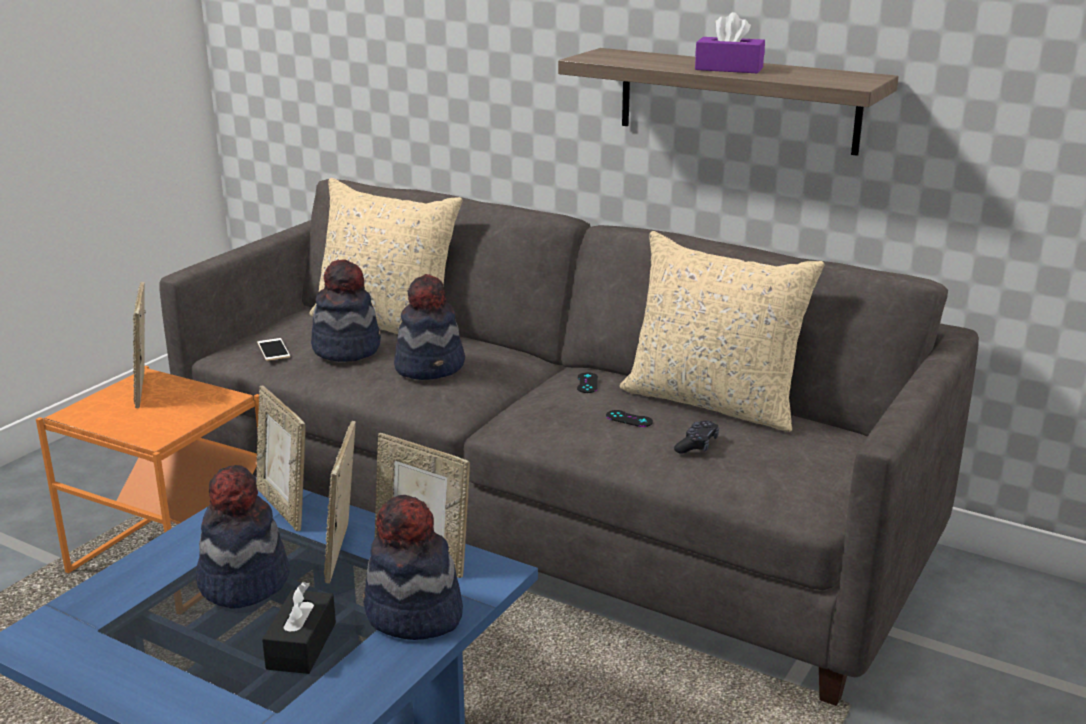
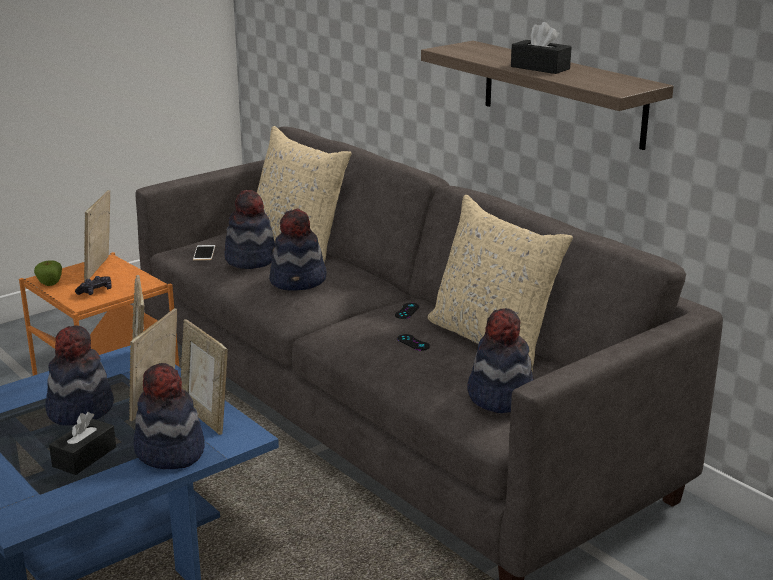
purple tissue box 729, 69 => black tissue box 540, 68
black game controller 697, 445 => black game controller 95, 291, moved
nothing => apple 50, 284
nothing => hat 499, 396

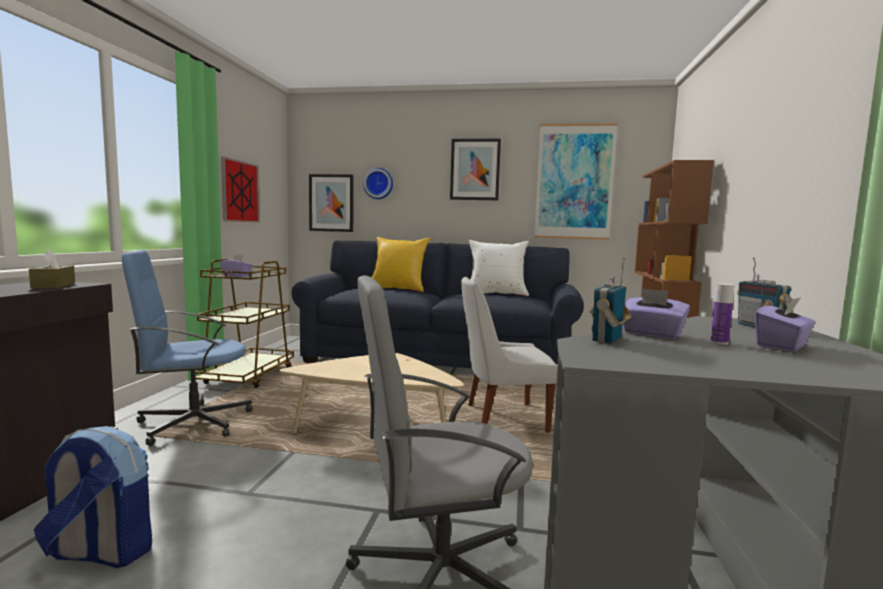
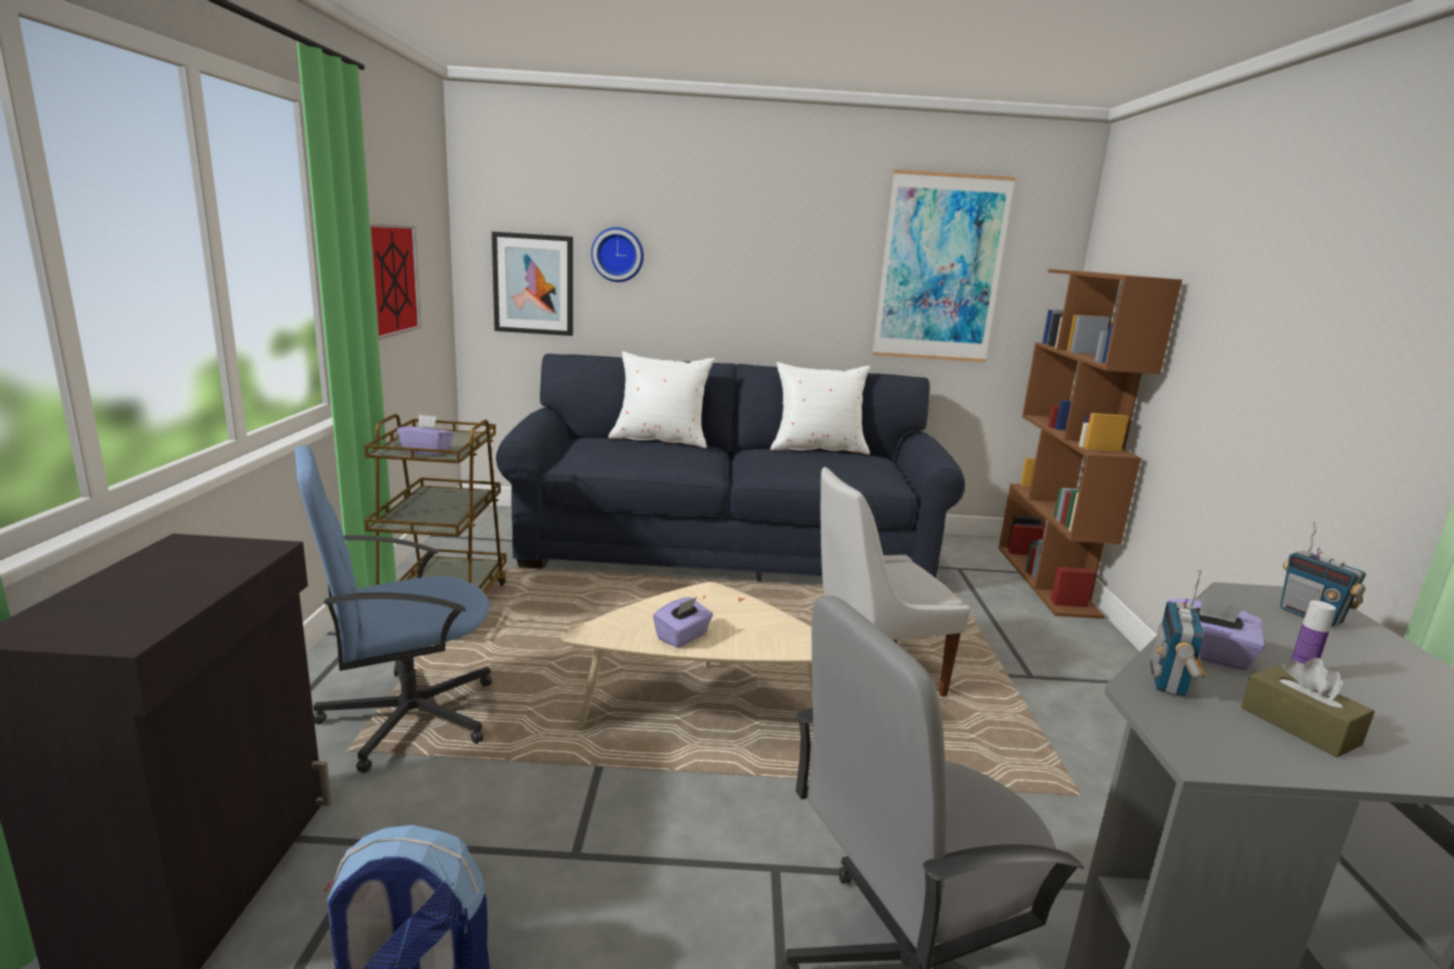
picture 475, 169 => nothing
yellow pillow 397, 289 => white pillow 660, 440
brown tissue box 53, 285 => brown tissue box 1299, 726, moved
purple tissue box 782, 346 => purple tissue box 682, 636, moved

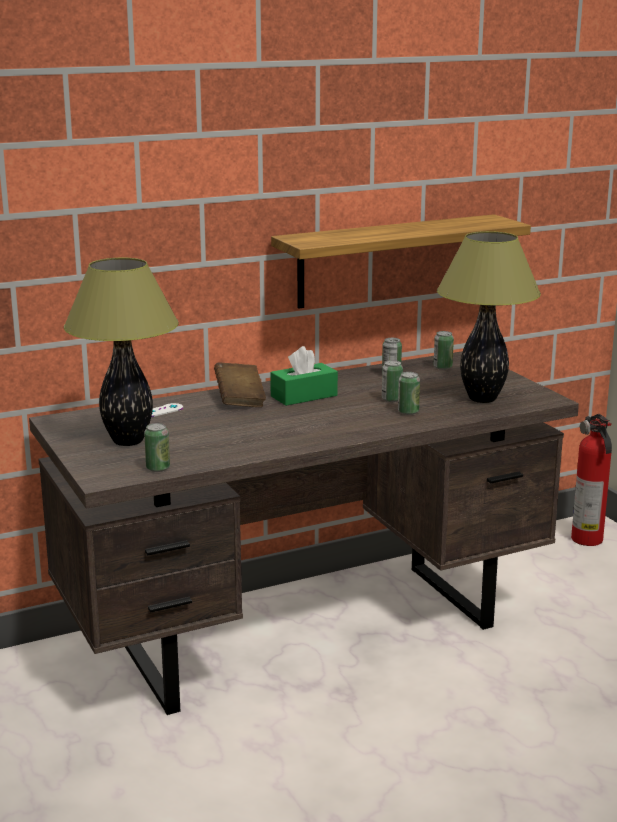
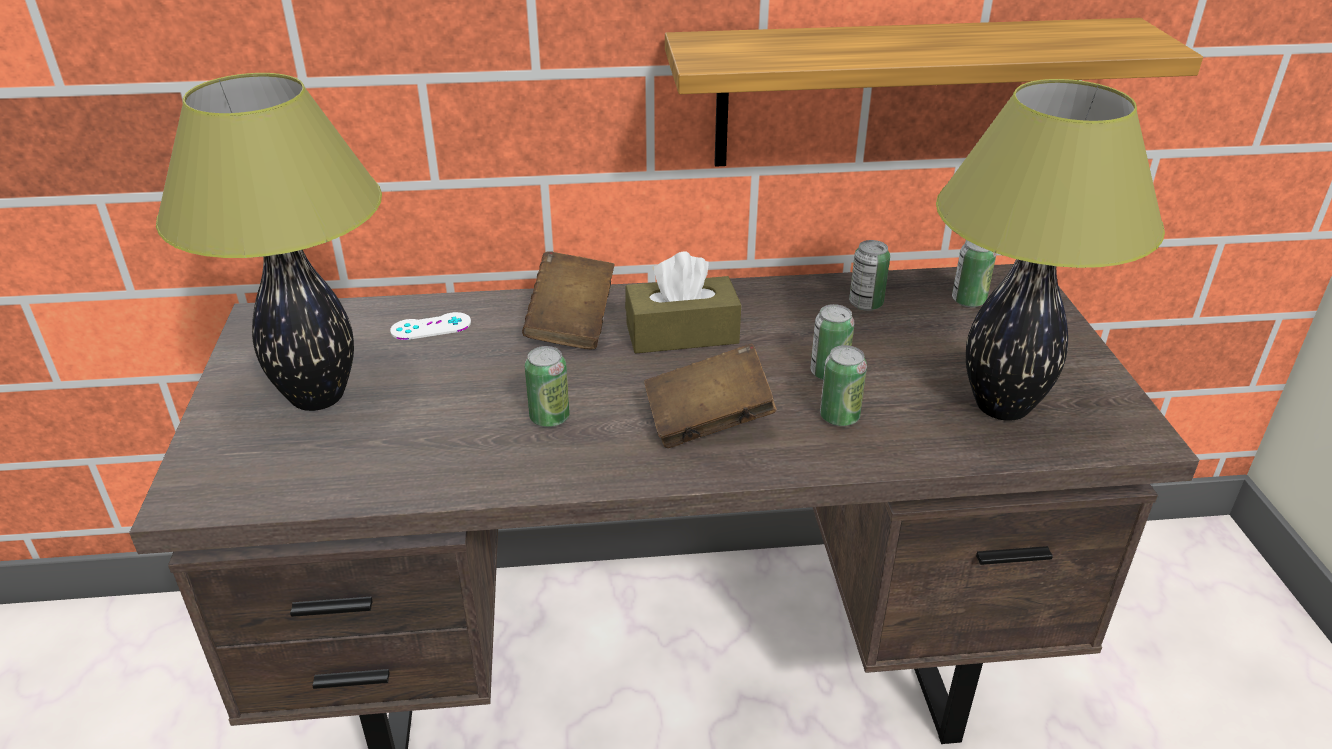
green tissue box 304, 396 => brown tissue box 682, 333
fire extinguisher 588, 540 => nothing
can 158, 468 => can 549, 418, moved
nothing => brown book 708, 421

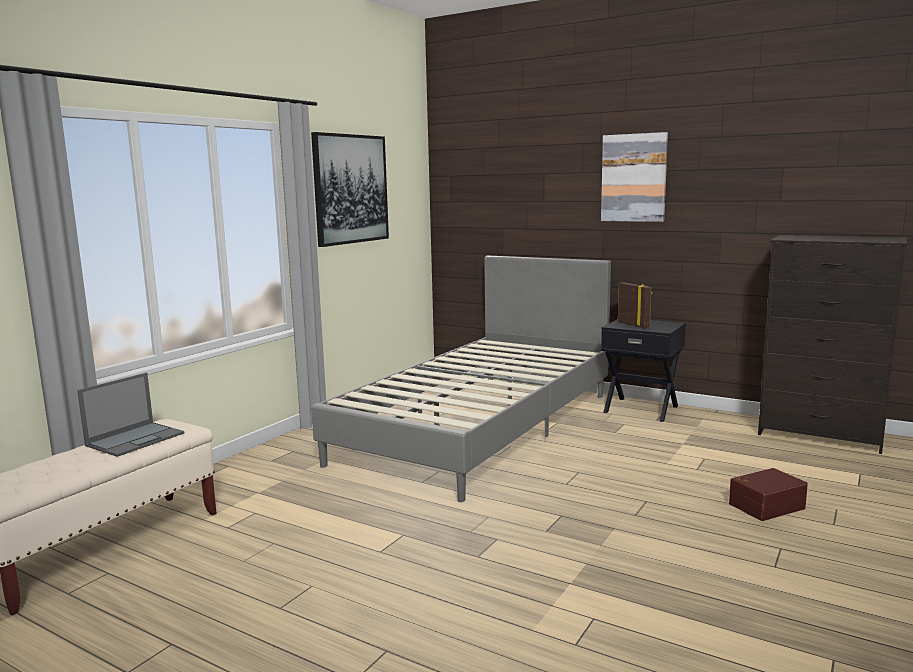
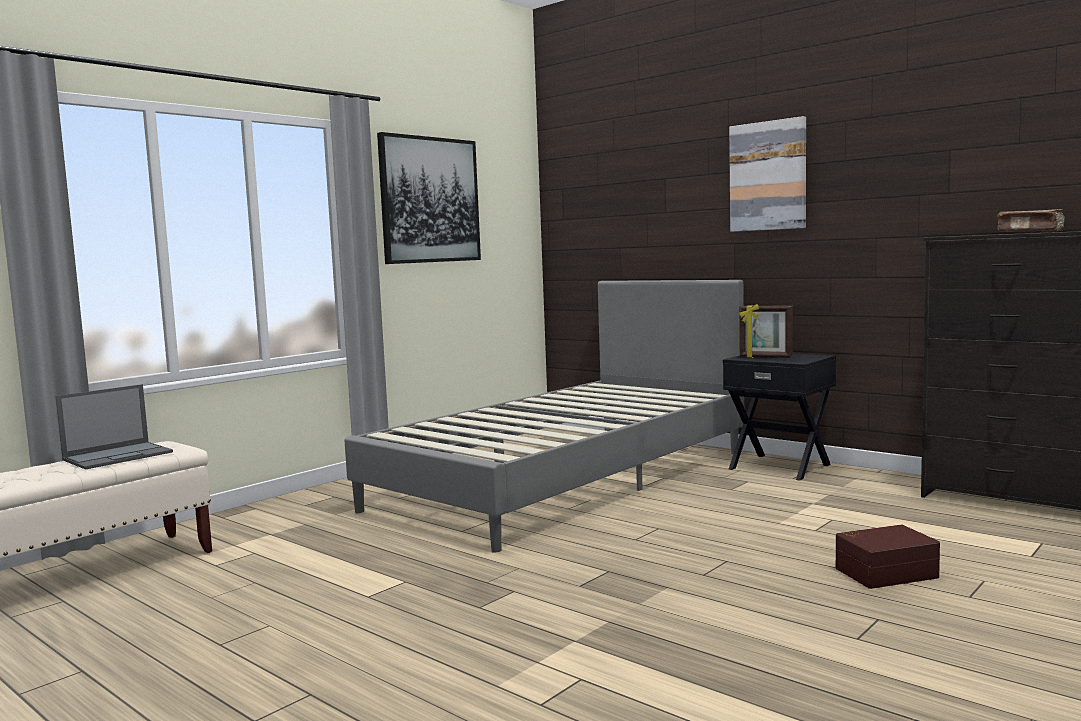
picture frame 634, 325 => picture frame 765, 357, 135 degrees clockwise
nothing => brown book 1031, 232

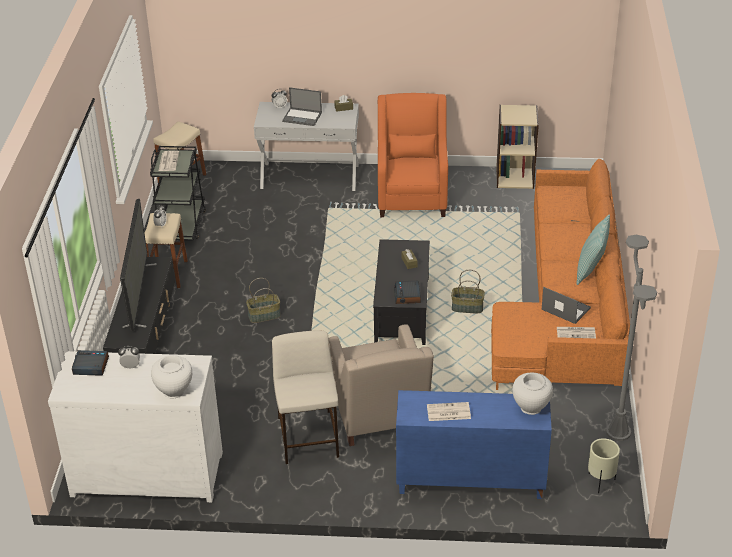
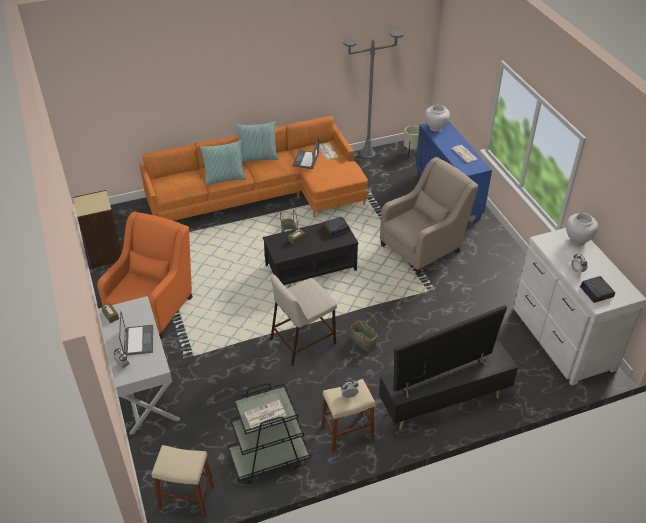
orange armchair 412, 196 => orange armchair 153, 307, 135 degrees clockwise
beige stool 308, 437 => beige stool 303, 340, moved
nothing => pillow 224, 178

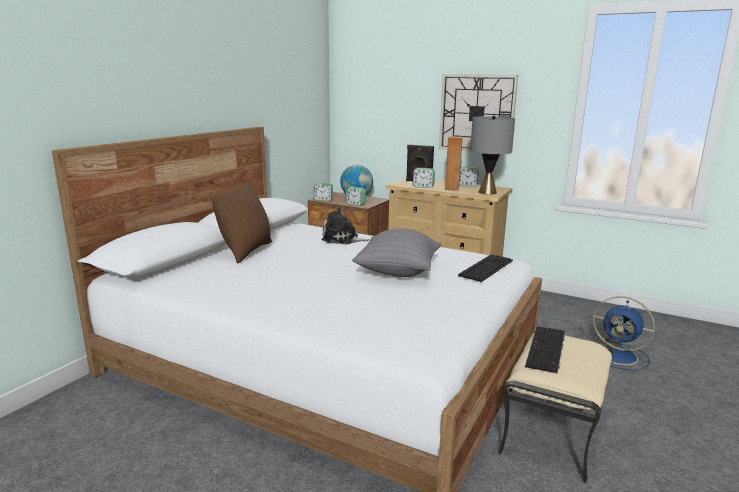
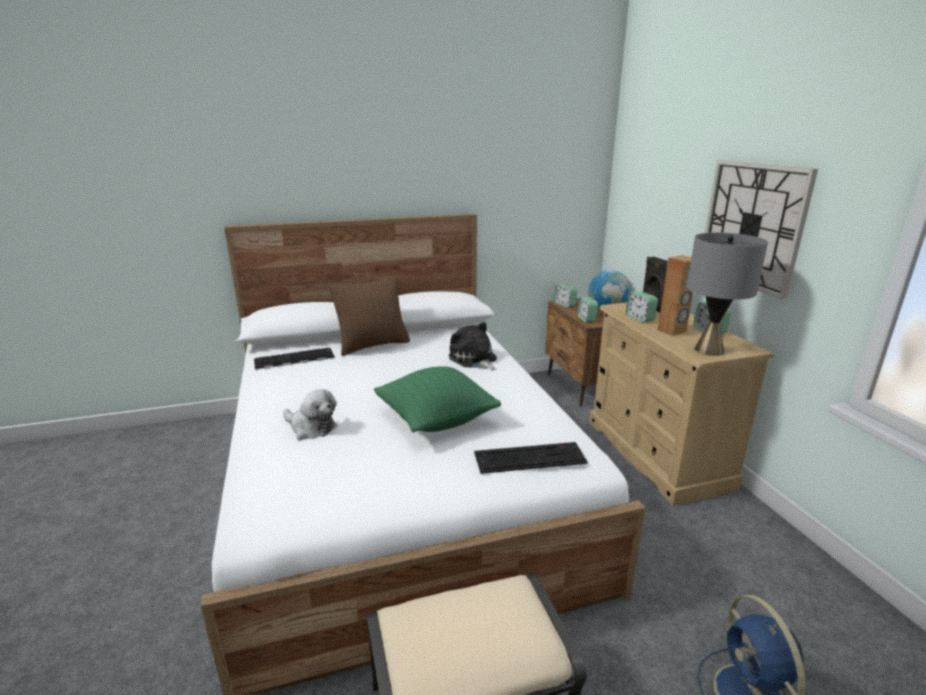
grey pillow 398, 272 => green pillow 436, 420
keyboard 547, 349 => keyboard 293, 359, moved
nothing => plush toy 311, 429

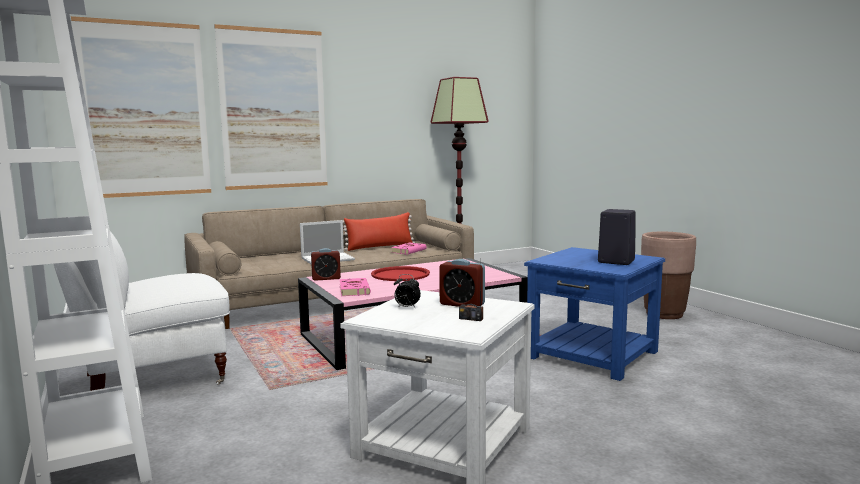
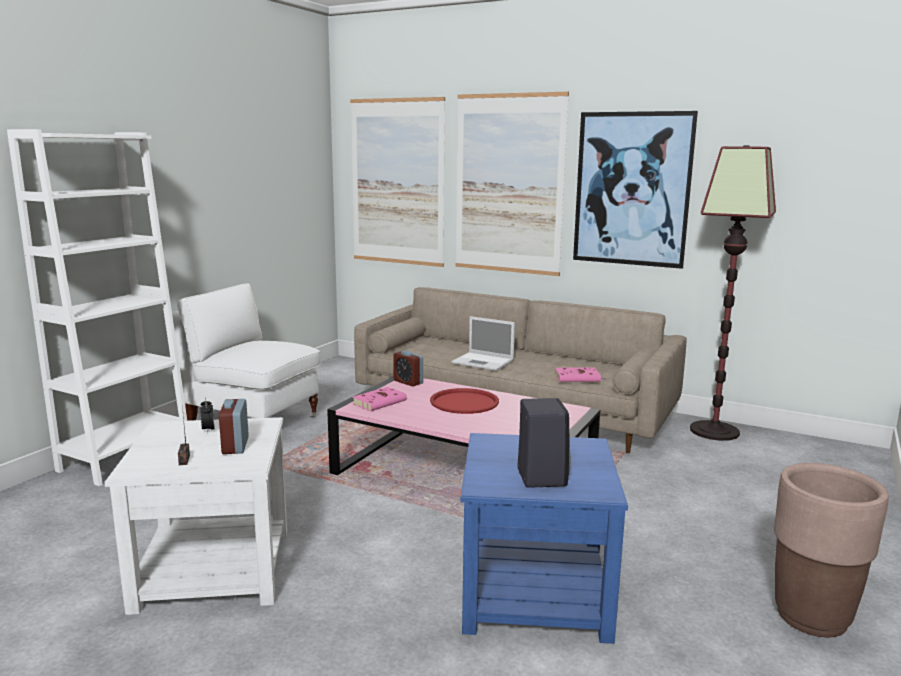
red pillow 380, 247 => nothing
nothing => picture 632, 189

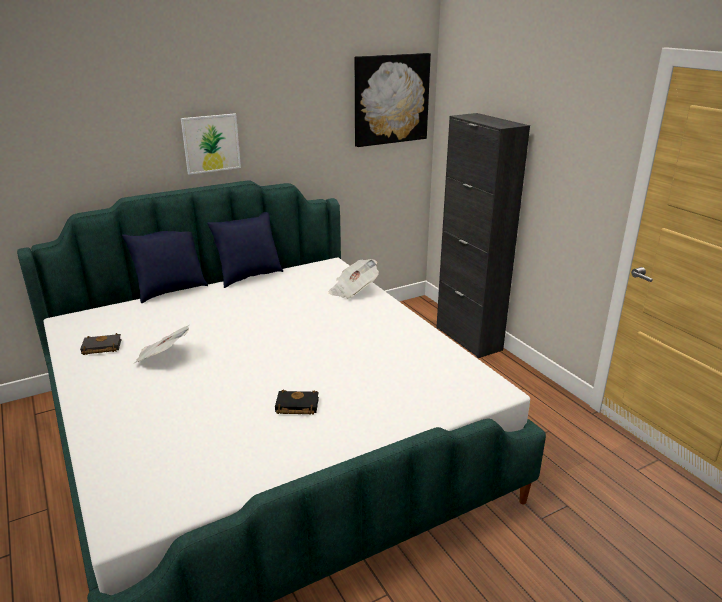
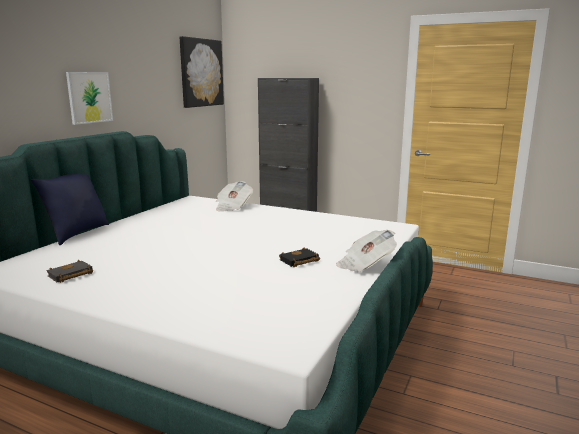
blue pillow 249, 276 => nothing
newspaper 163, 357 => newspaper 365, 265, moved

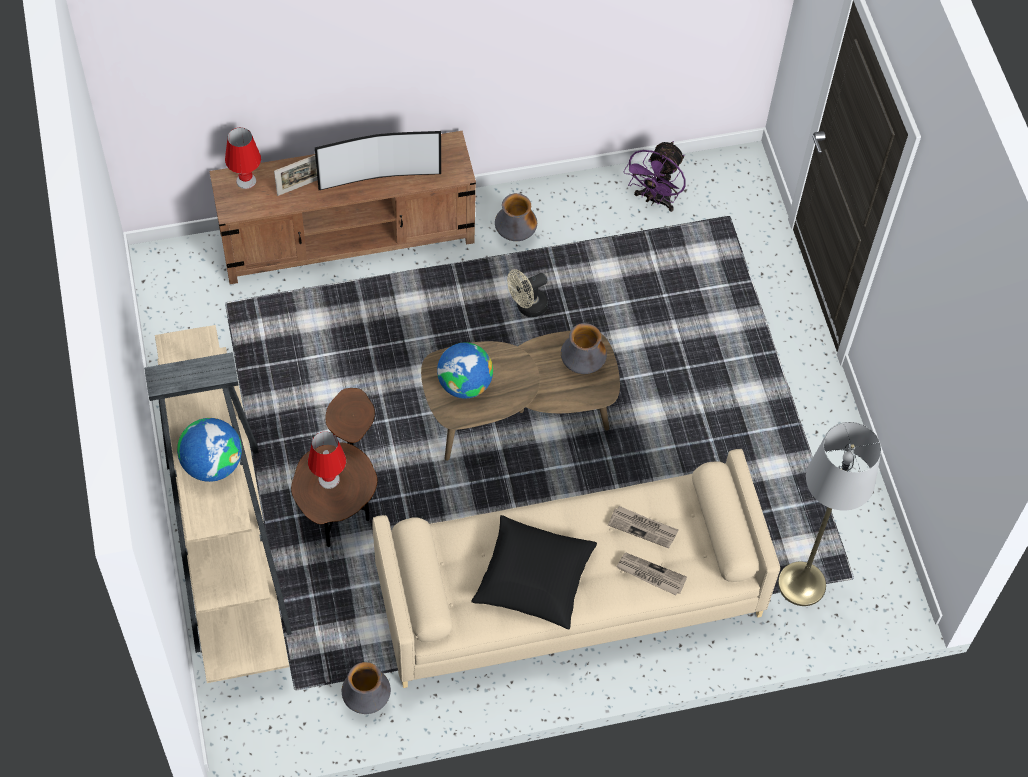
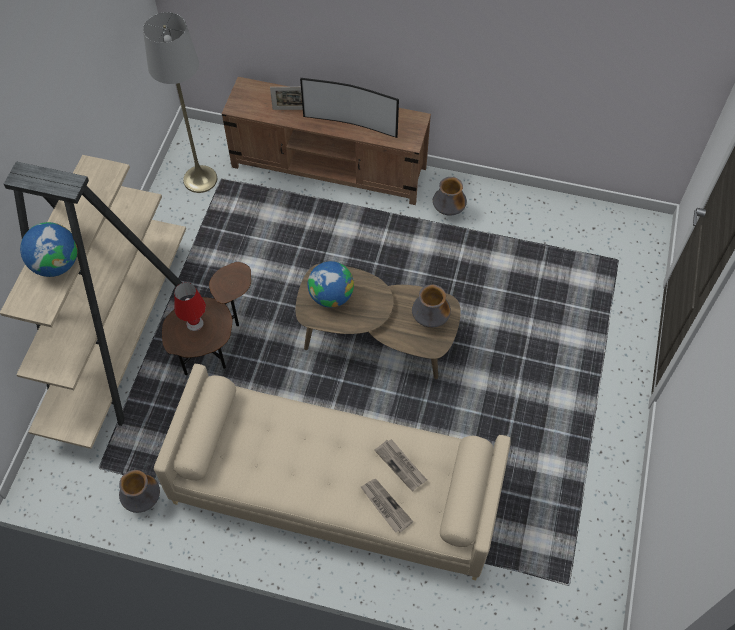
red table lamp 245, 180 => nothing
purple fan 655, 200 => nothing
beige fan 527, 307 => nothing
grey floor lamp 801, 584 => grey floor lamp 200, 179, moved
black pillow 534, 578 => nothing

